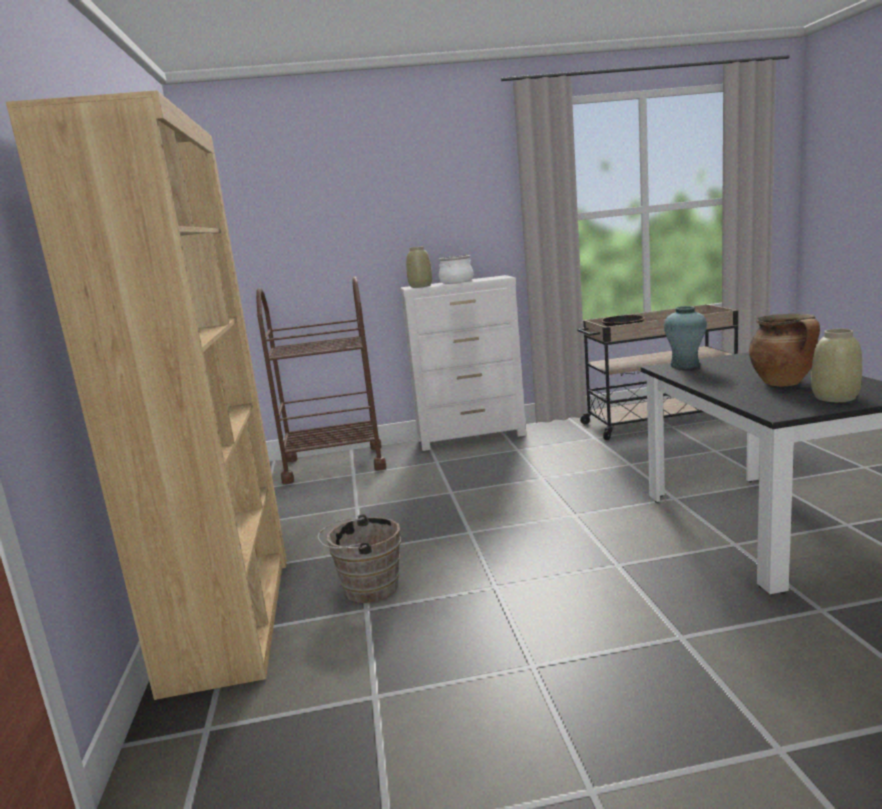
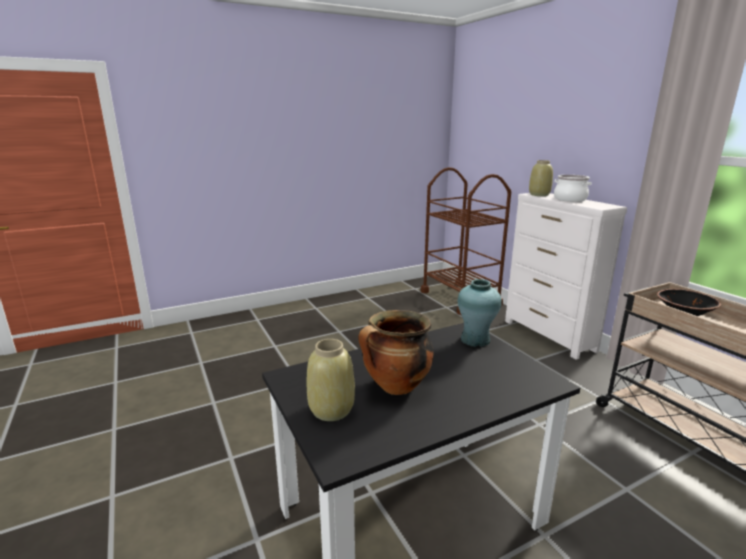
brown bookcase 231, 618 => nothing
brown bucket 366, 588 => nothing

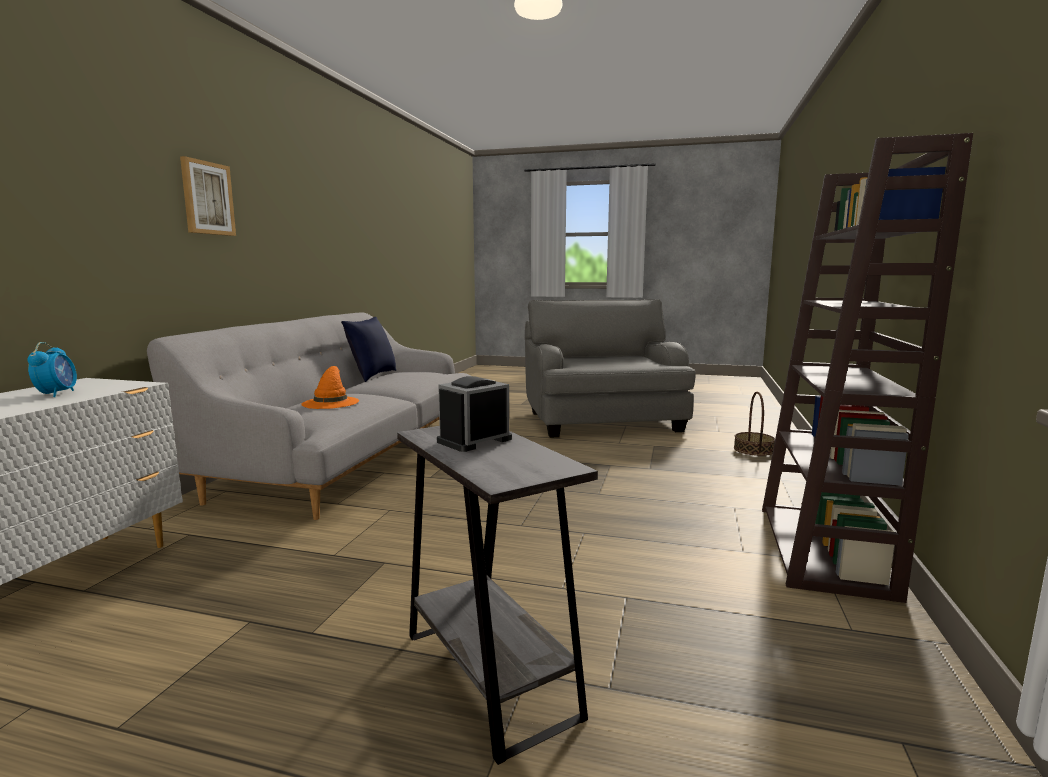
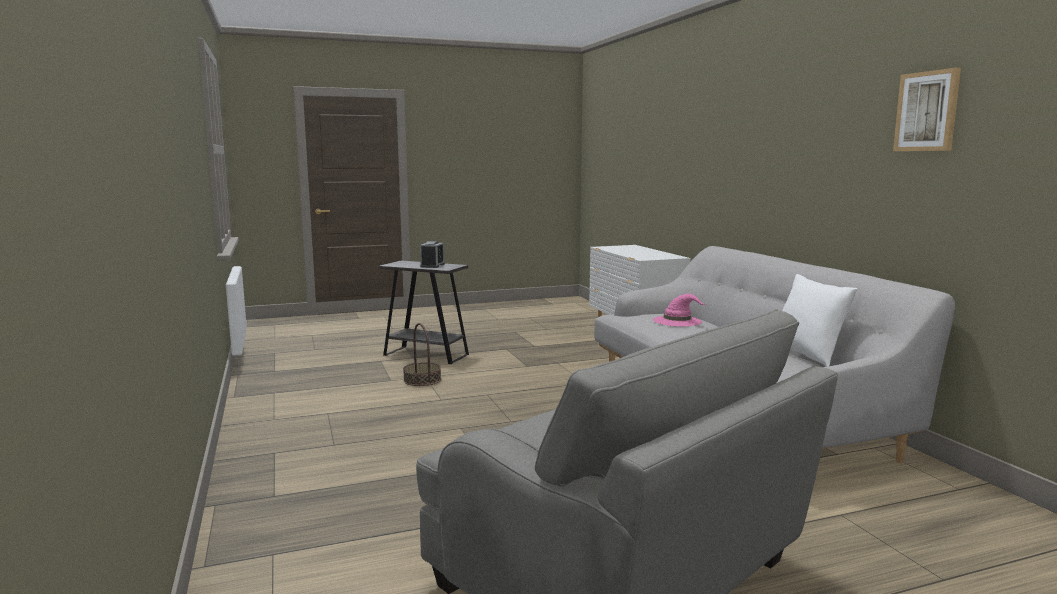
brown bookcase 825, 550 => nothing
picture 207, 198 => picture 927, 111, moved
blue pillow 372, 376 => white pillow 808, 356
alarm clock 57, 394 => nothing
orange hat 330, 402 => pink hat 678, 321
basket 754, 450 => basket 422, 380, moved

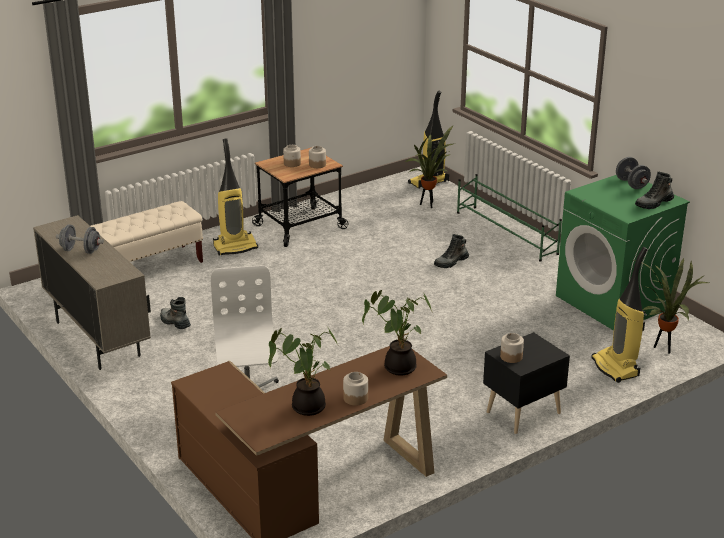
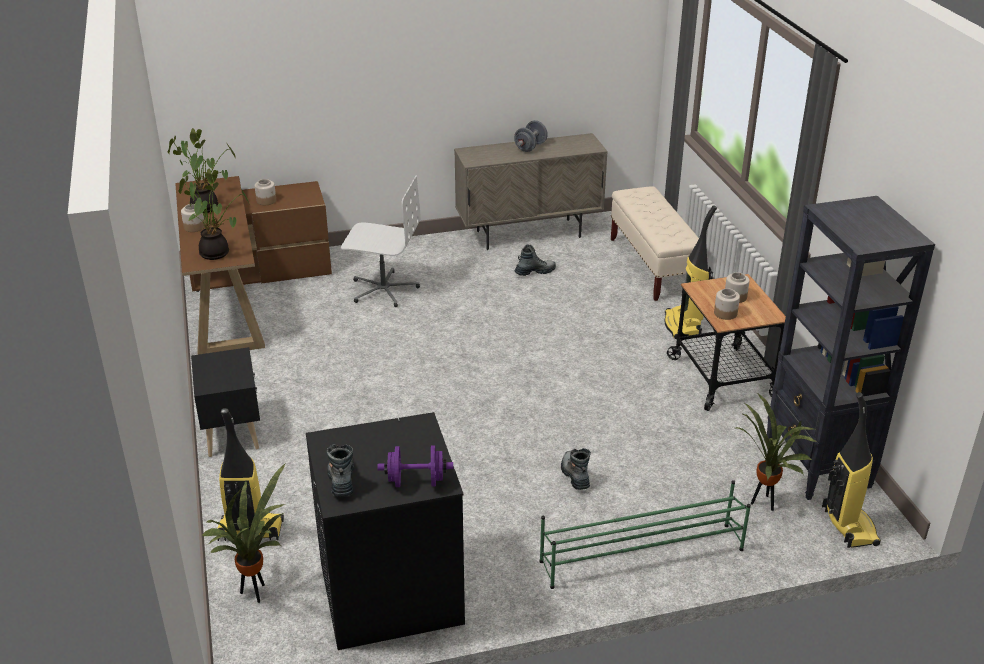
grey dumbbell 631, 184 => purple dumbbell 416, 481
green washing machine 614, 302 => black washing machine 389, 593
jar 511, 357 => jar 266, 201, moved
nothing => black bookcase 817, 465

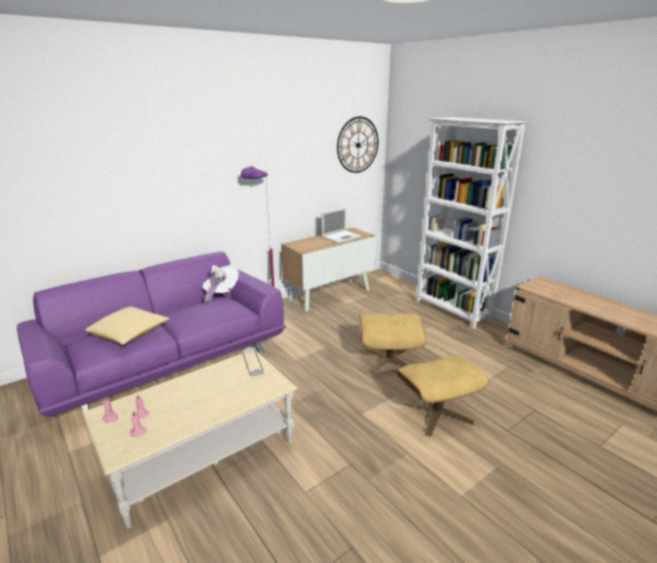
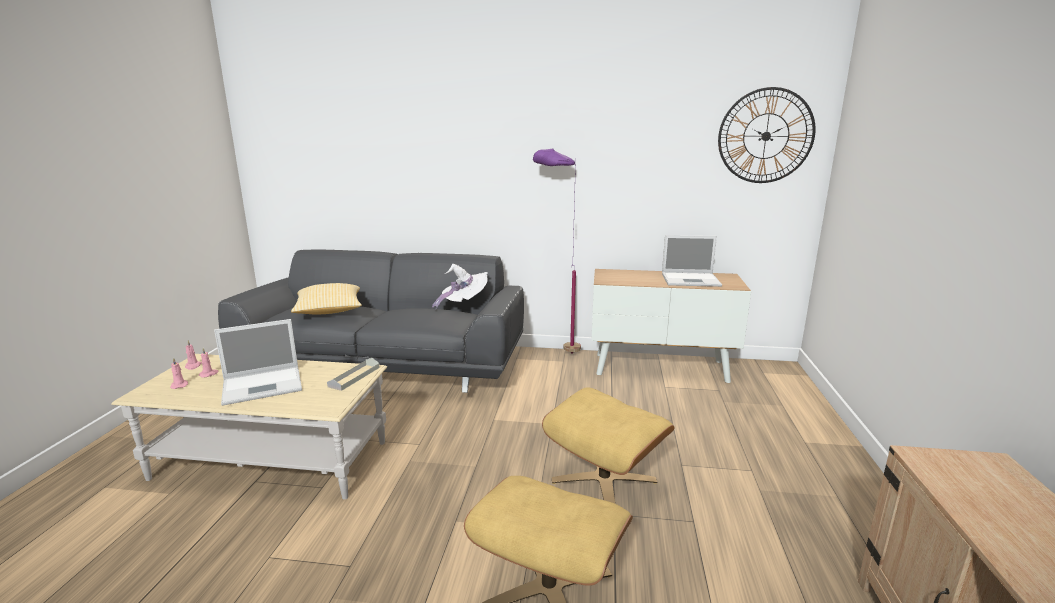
white bookcase 452, 311 => nothing
purple sofa 167, 362 => grey sofa 388, 365
nothing => laptop 264, 385

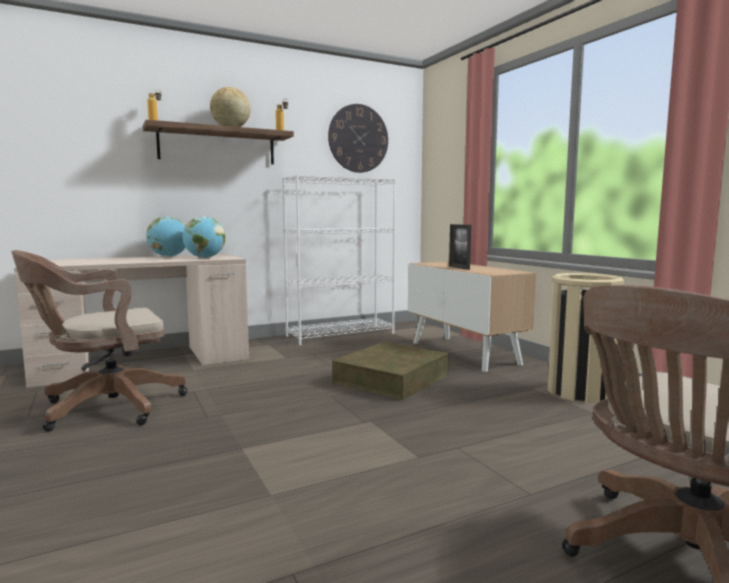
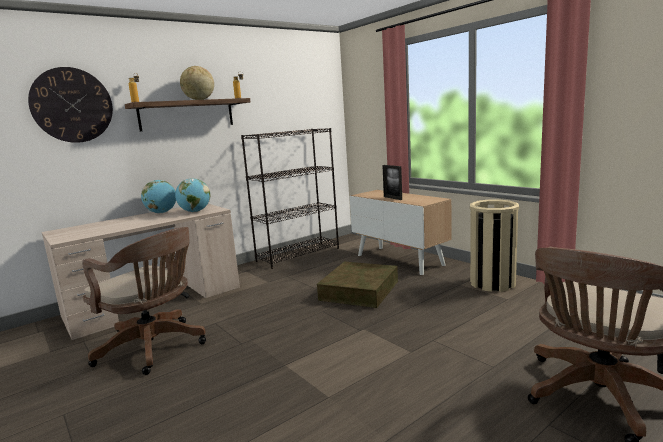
wall clock 358, 138 => wall clock 72, 105, moved
white bookcase 341, 334 => black bookcase 298, 254
brown office chair 105, 408 => brown office chair 155, 348, 105 degrees counterclockwise

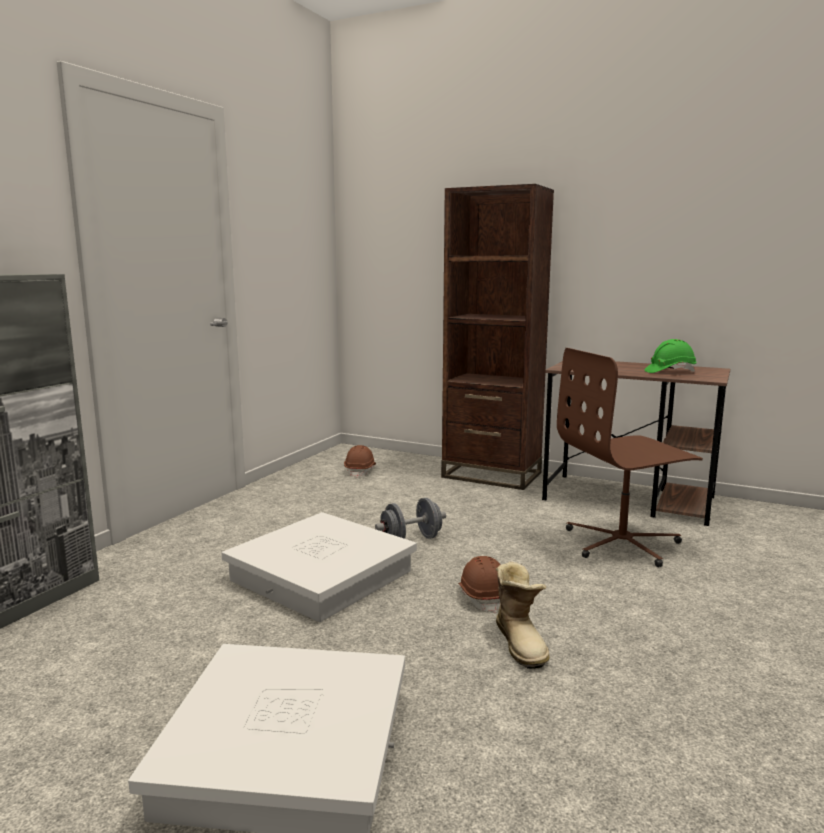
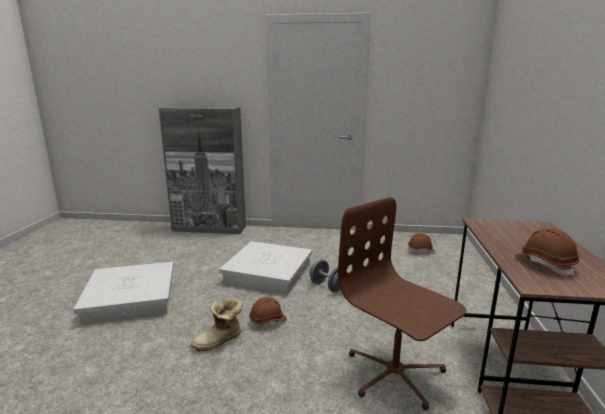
brown bookcase 491, 475 => nothing
green hard hat 669, 372 => brown hard hat 545, 264

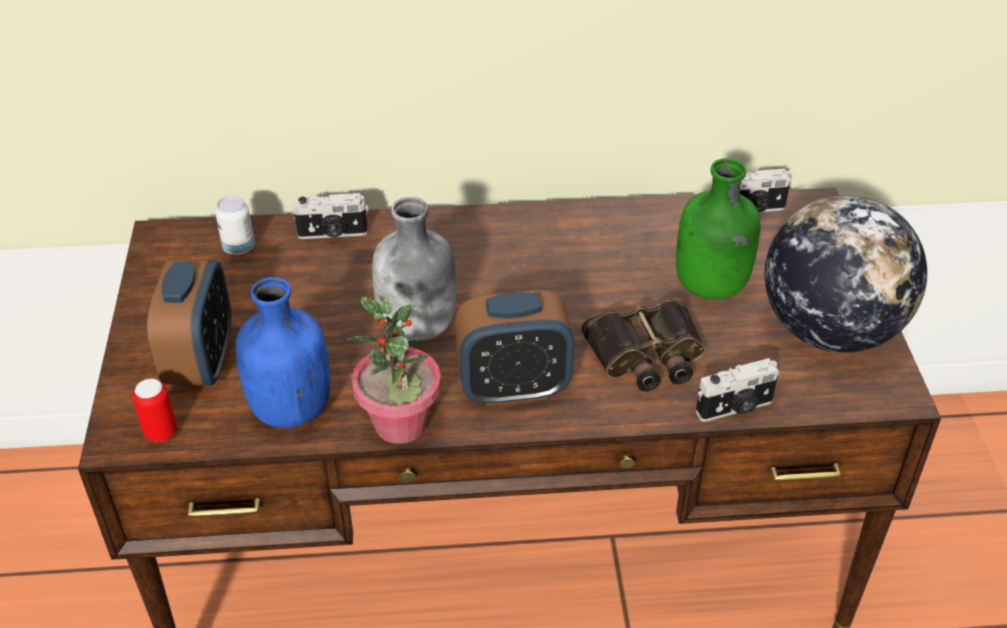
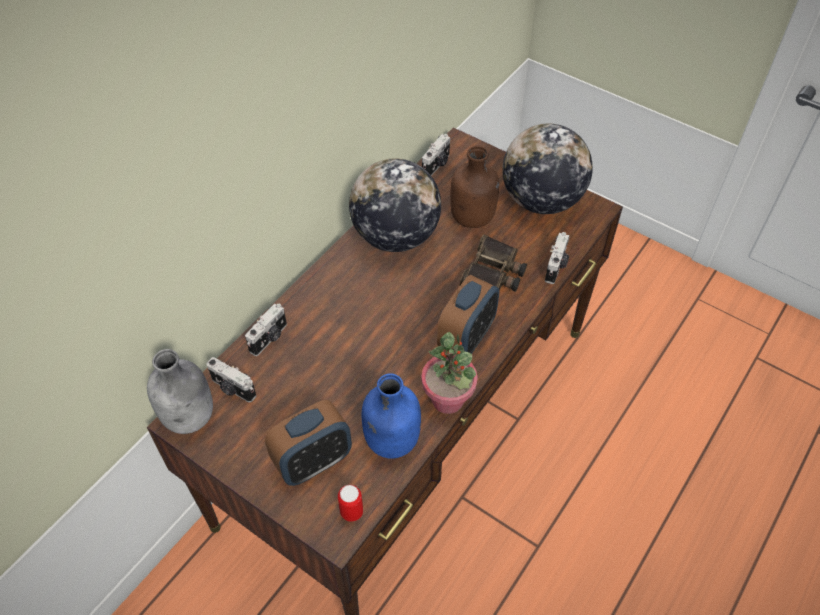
green bottle 710, 287 => brown bottle 473, 218
can 239, 247 => photo camera 232, 389
grey bottle 418, 327 => grey bottle 190, 417, moved
alarm clock 201, 362 => alarm clock 313, 461, 105 degrees clockwise
nothing => globe 395, 236

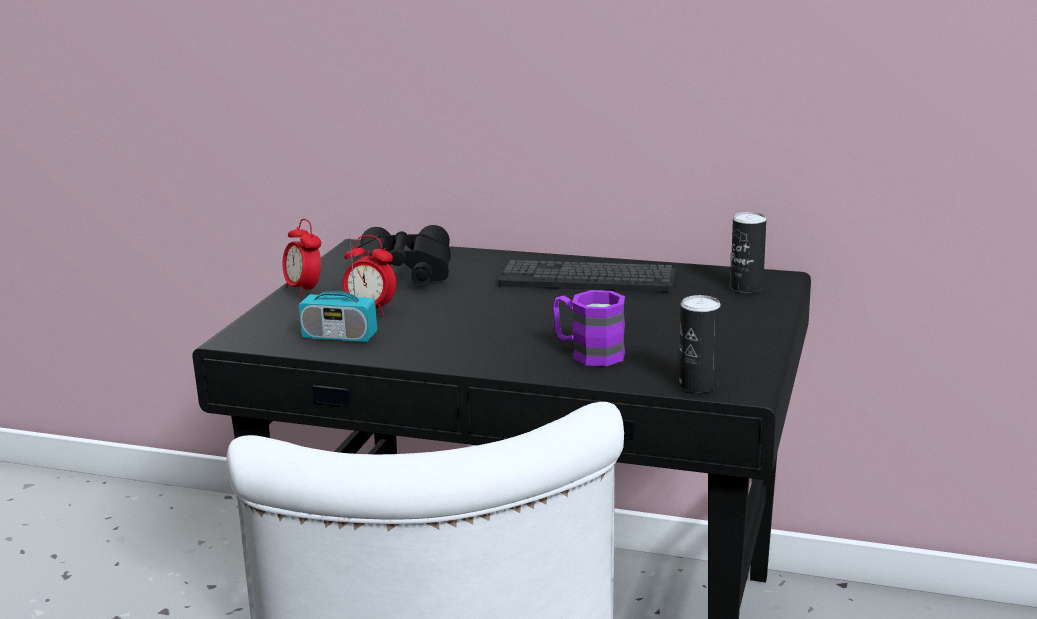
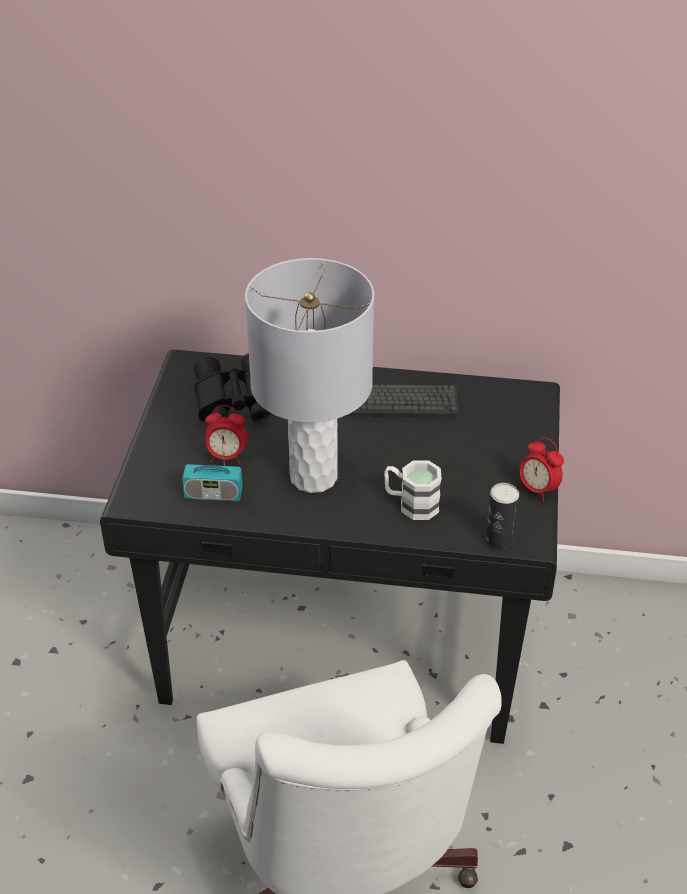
can 746, 287 => nothing
alarm clock 304, 290 => alarm clock 537, 490, moved
purple mug 588, 353 => white mug 411, 504
nothing => grey table lamp 313, 476

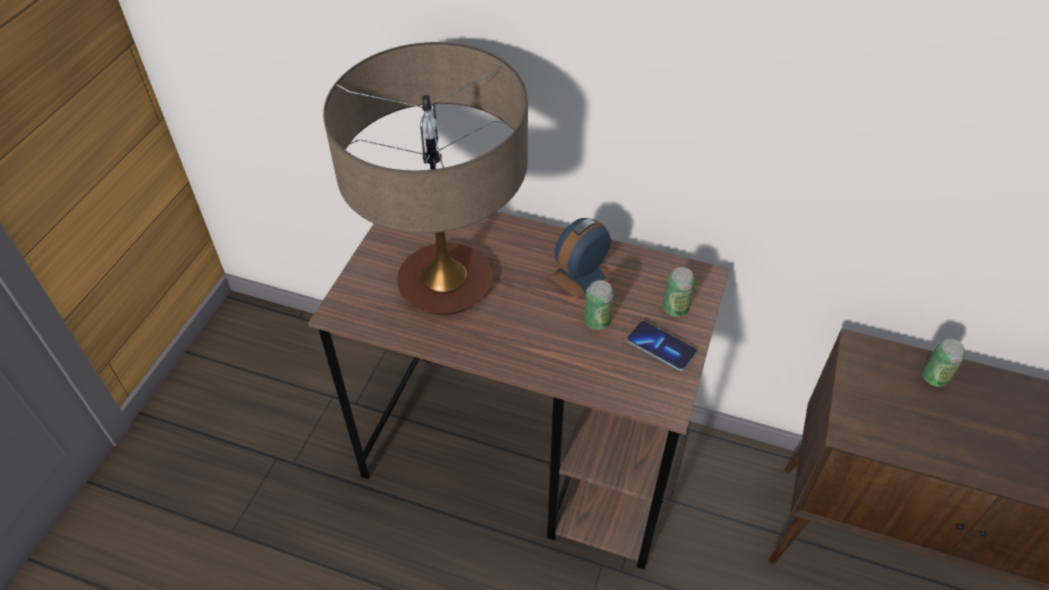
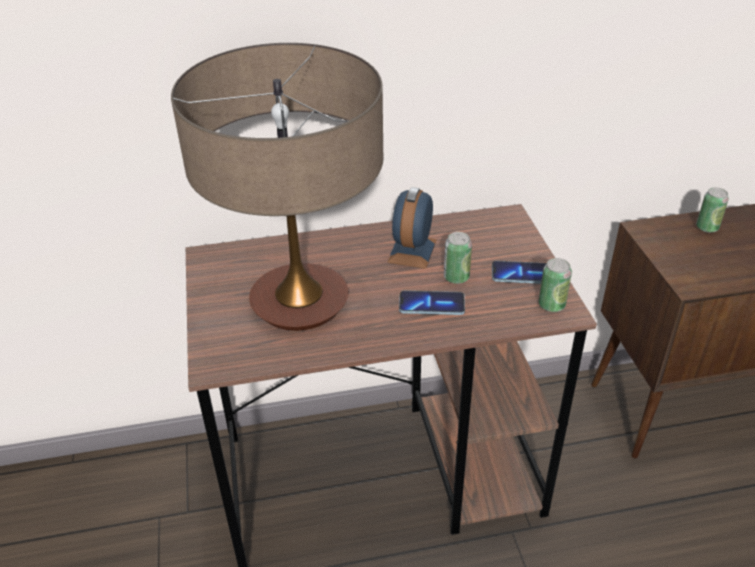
can 675, 308 => can 551, 305, moved
nothing => phone 431, 305

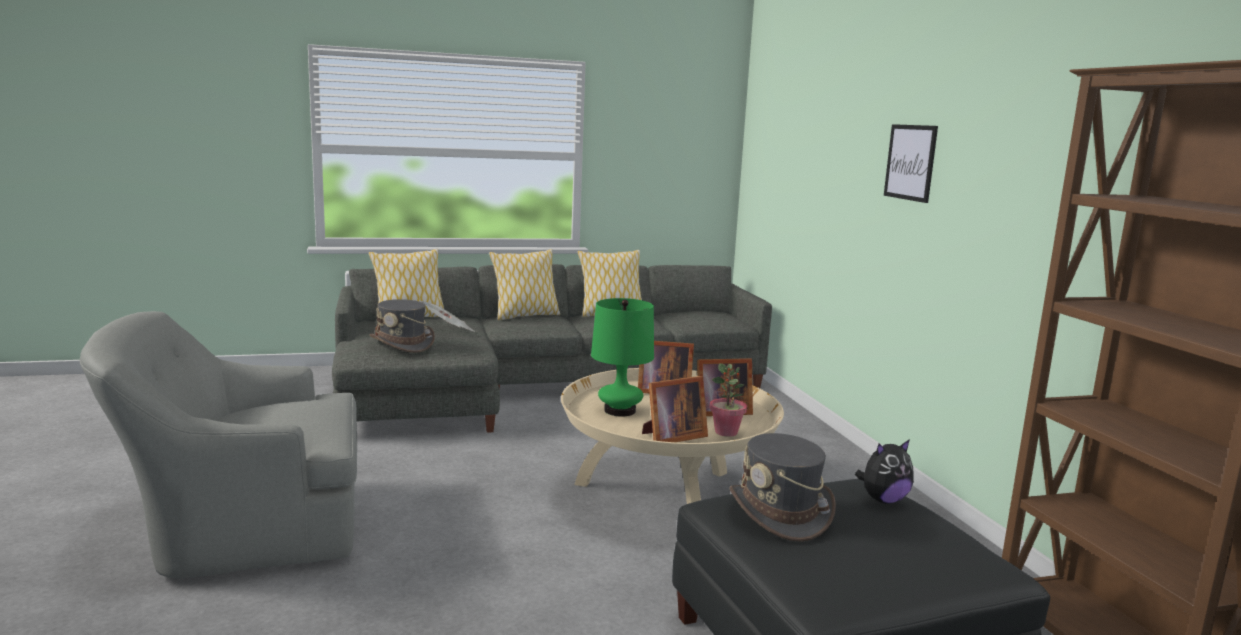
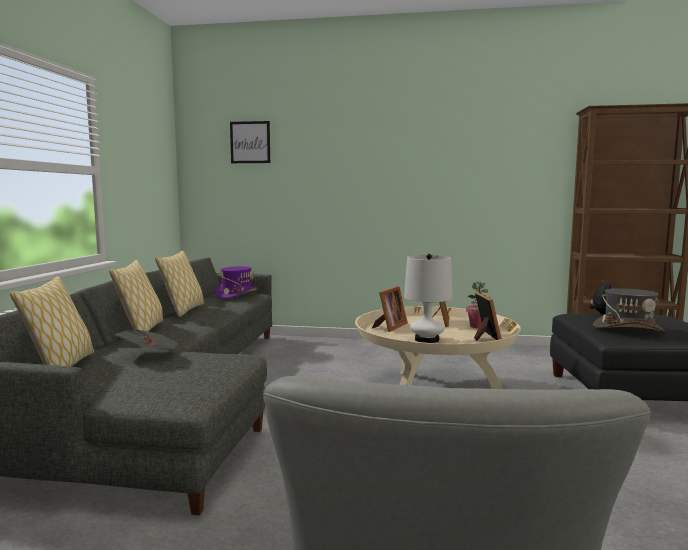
picture 910, 162 => picture 250, 142, moved
green table lamp 619, 411 => white table lamp 427, 340
grey hat 402, 344 => nothing
nothing => purple hat 236, 294

